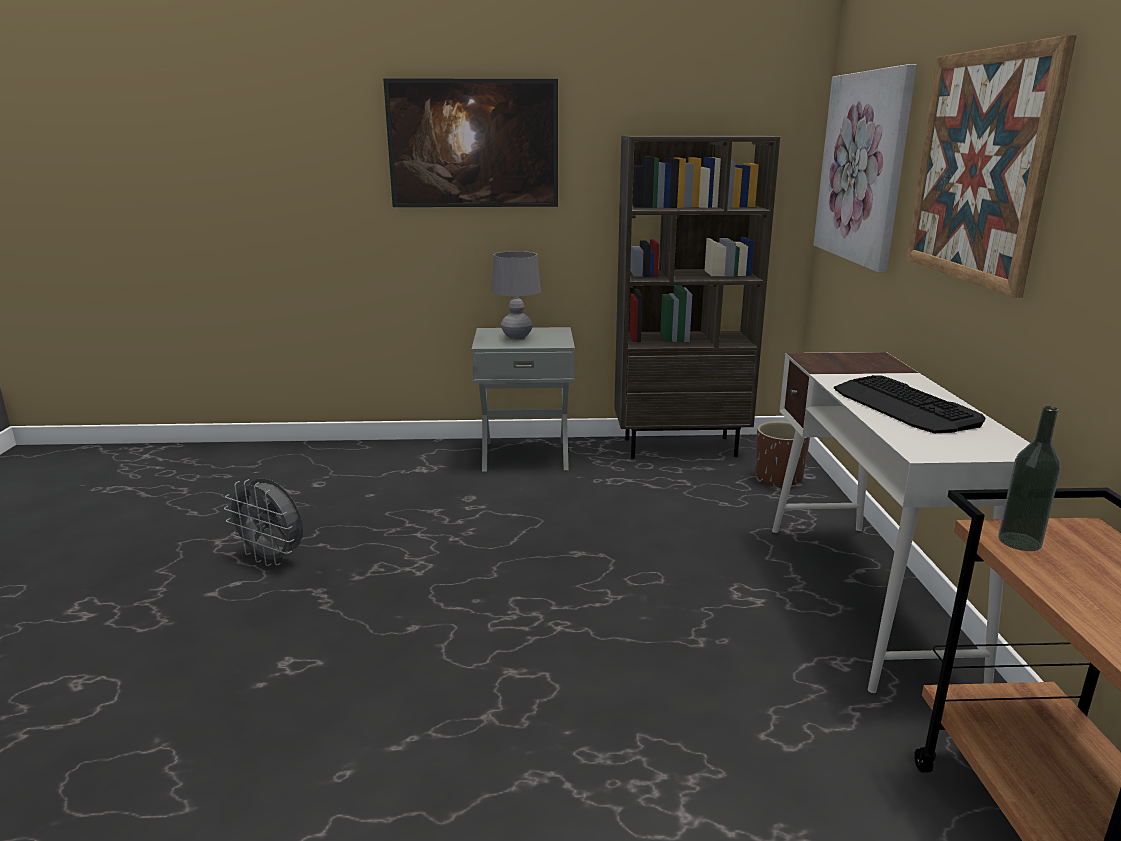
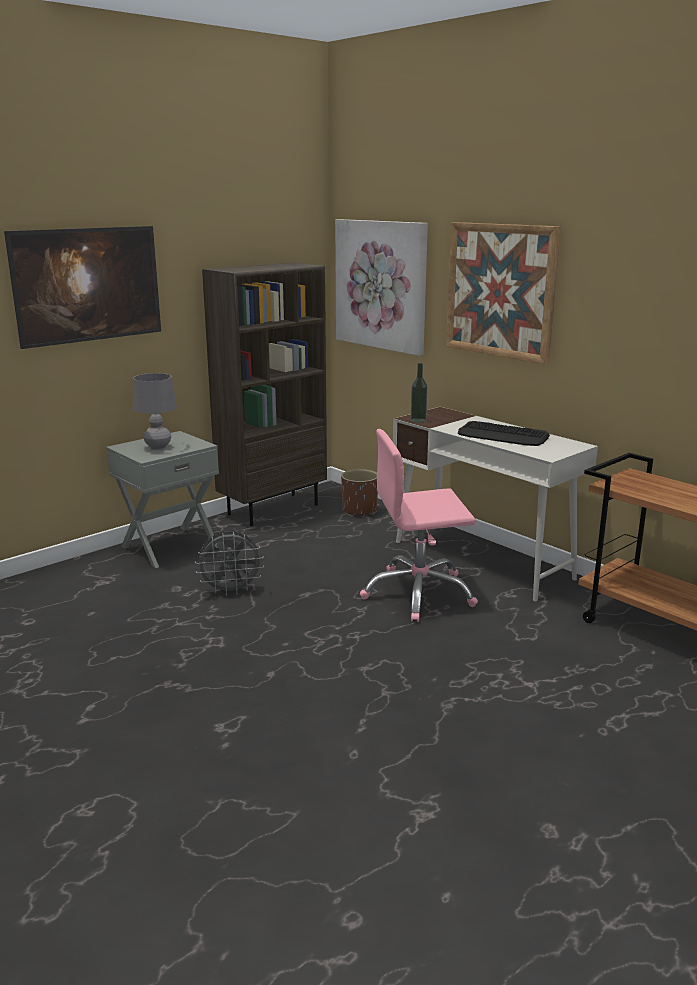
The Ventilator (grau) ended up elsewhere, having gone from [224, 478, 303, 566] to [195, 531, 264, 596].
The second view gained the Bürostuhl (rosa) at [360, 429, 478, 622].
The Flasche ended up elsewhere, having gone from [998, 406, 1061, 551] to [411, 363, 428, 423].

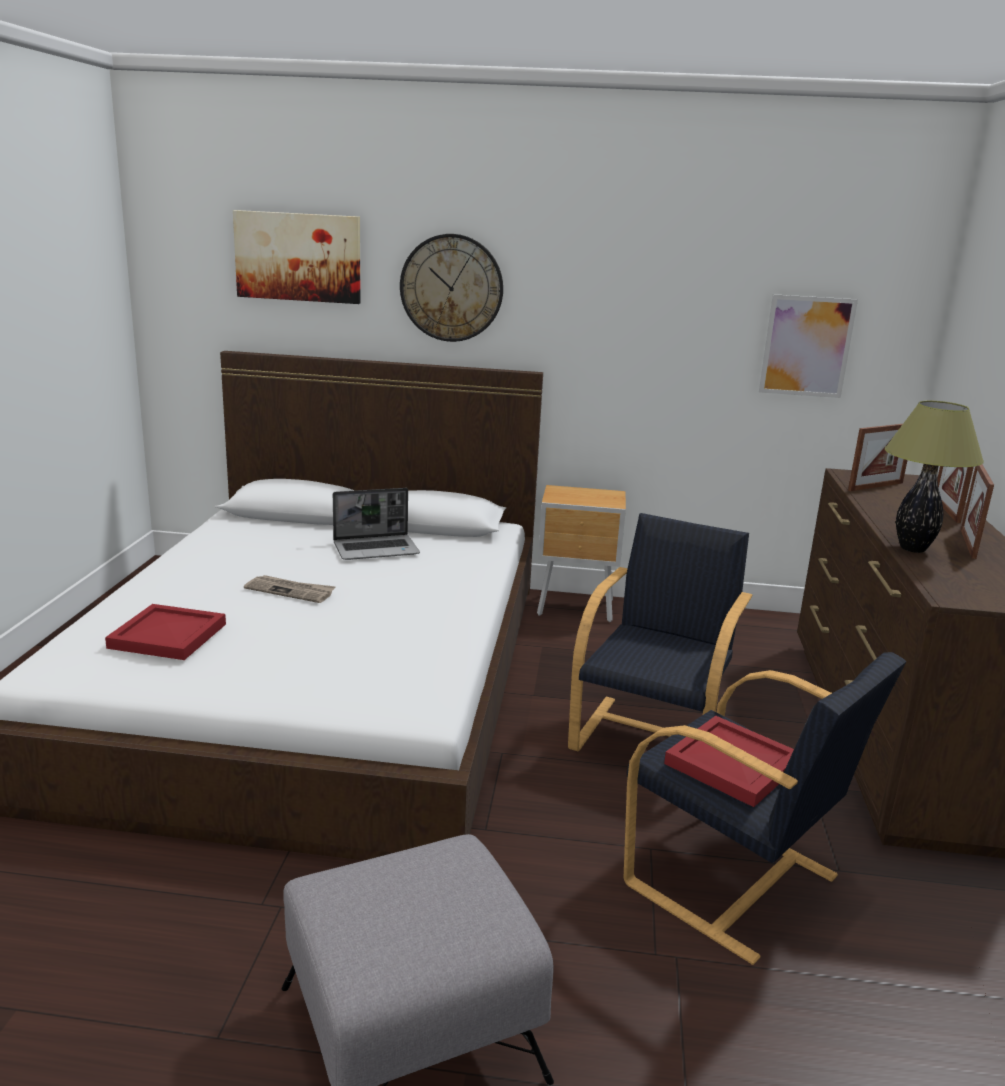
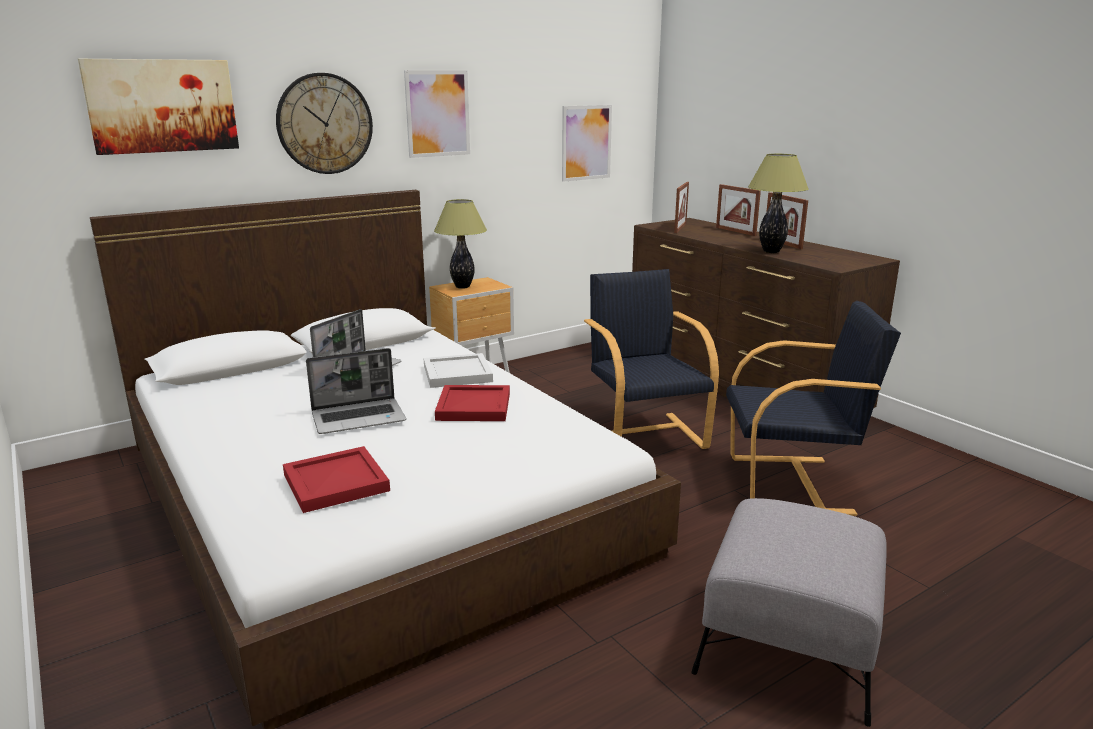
Where the Zeitung stood at [244, 575, 335, 603], the Laptop came to stand at [306, 348, 406, 434].
The second view gained the Bild at [404, 70, 470, 158].
The second view gained the Tablett (weiß) at [424, 353, 493, 388].
The second view gained the Tischlampe at [434, 199, 487, 289].
The Tablett (rot) ended up elsewhere, having gone from [664, 716, 794, 807] to [435, 385, 510, 421].

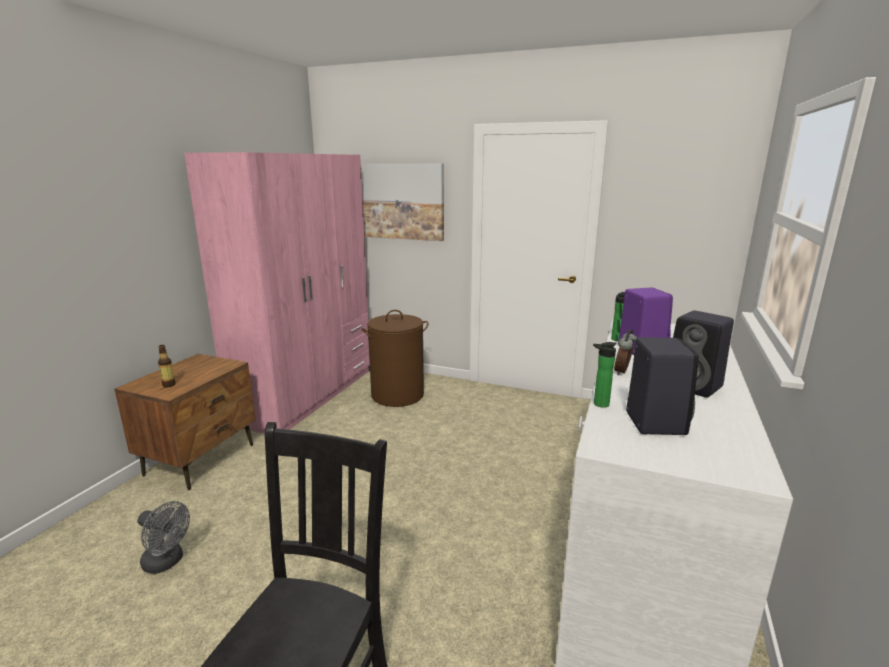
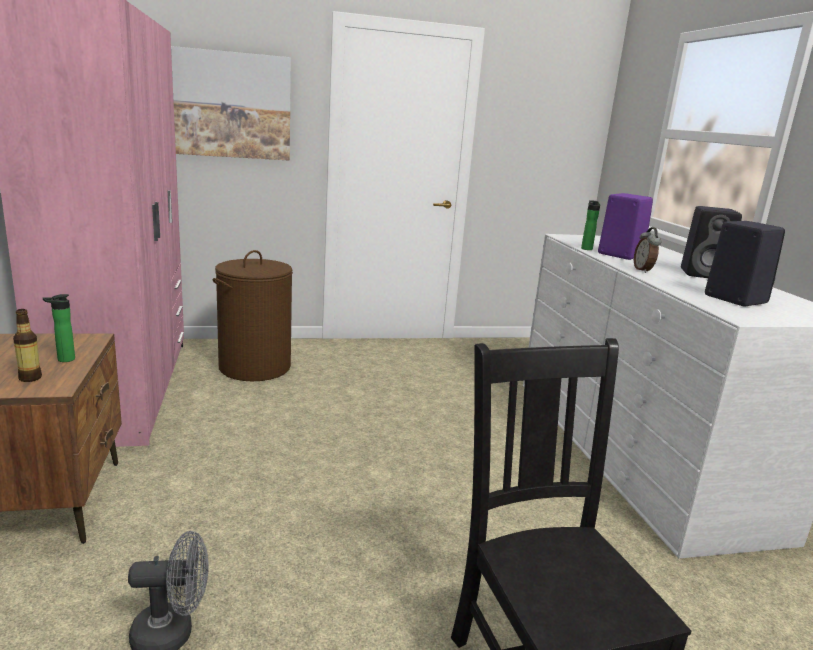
The Flasche ended up elsewhere, having gone from [593, 342, 616, 408] to [43, 294, 75, 362].

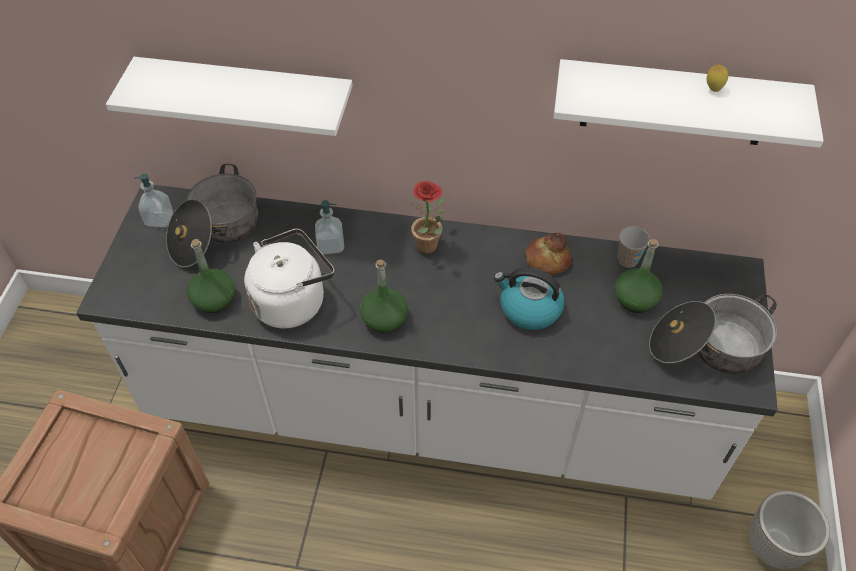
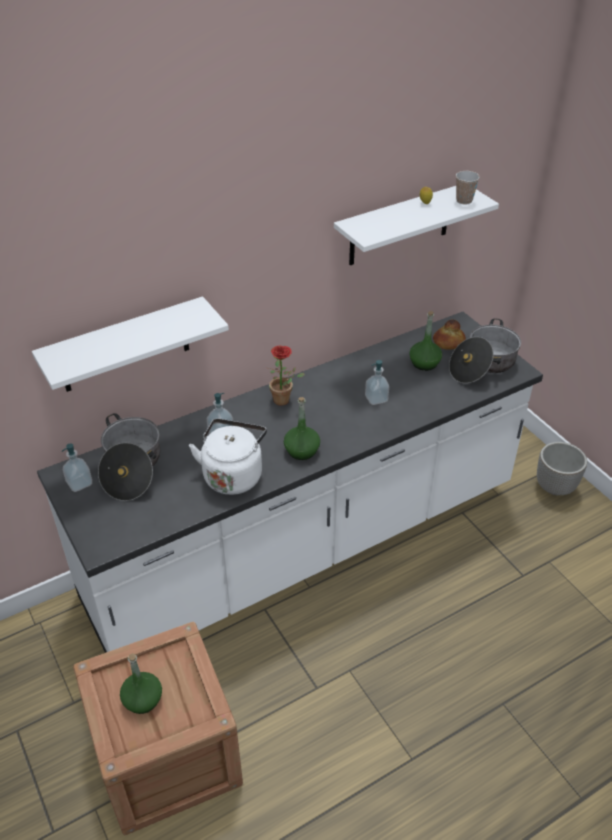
The Flasche (grün) ended up elsewhere, having gone from [187, 239, 235, 313] to [120, 653, 162, 714].
Where the Wasserkessel stood at [494, 267, 565, 330], the Seifenspender came to stand at [365, 360, 389, 405].
The Brot ended up elsewhere, having gone from [526, 233, 571, 275] to [433, 319, 466, 350].
The Tasse ended up elsewhere, having gone from [618, 226, 650, 268] to [456, 171, 480, 205].

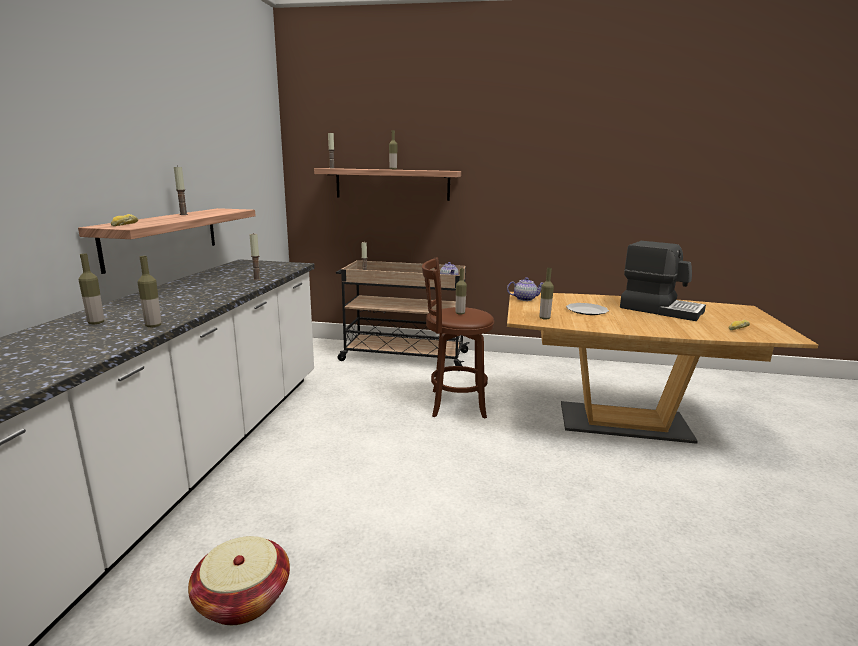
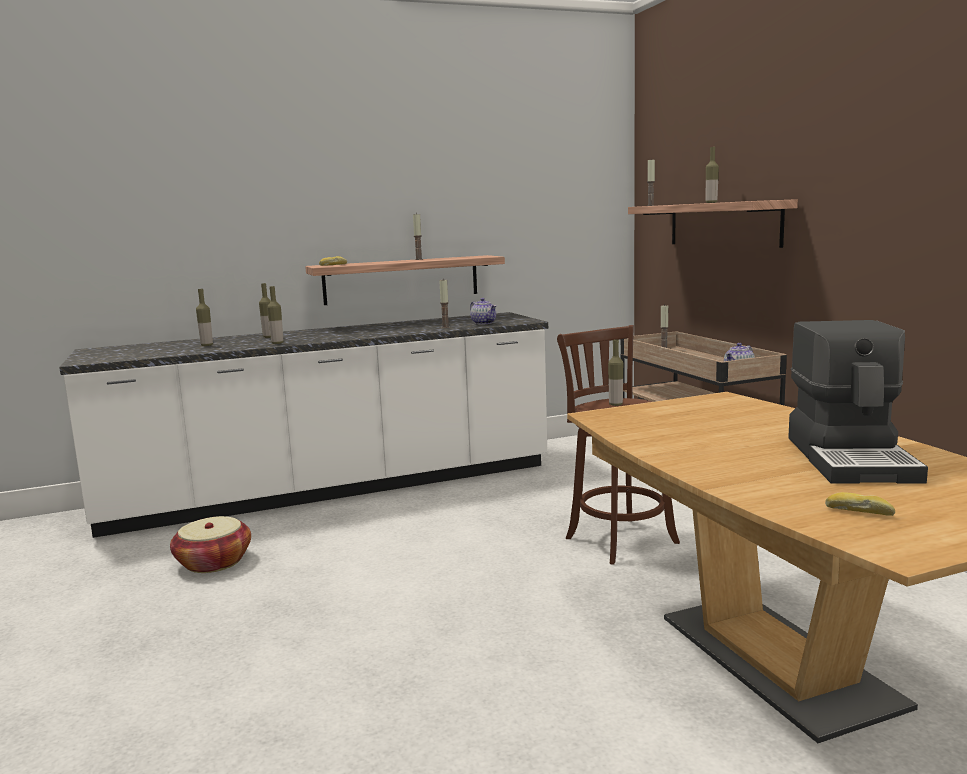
The Flasche ended up elsewhere, having gone from [540, 268, 554, 320] to [196, 289, 213, 346].
The Teekanne ended up elsewhere, having gone from [507, 277, 543, 301] to [470, 298, 496, 325].
The second view lost the Teller at [566, 303, 609, 315].

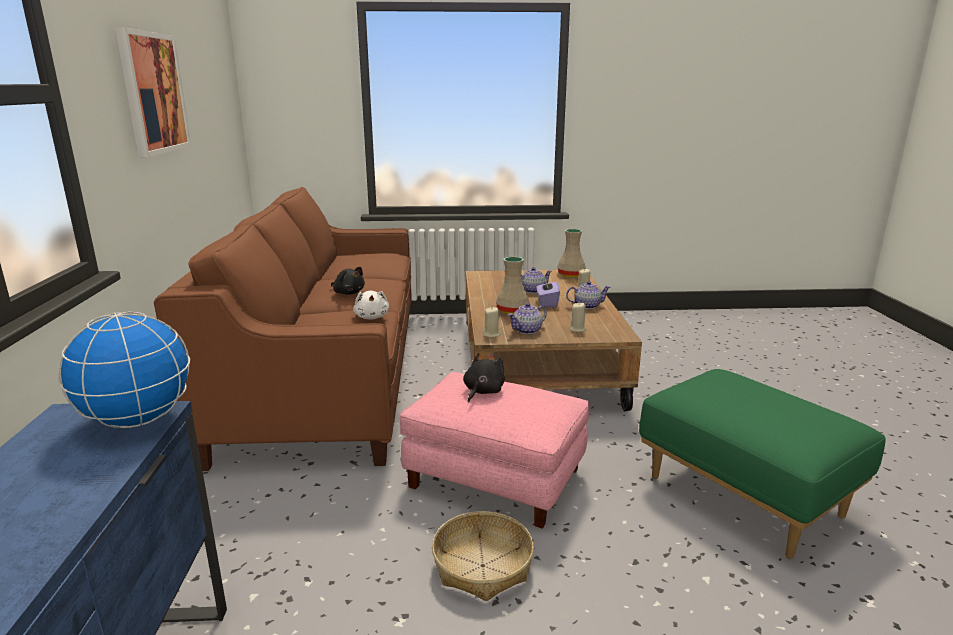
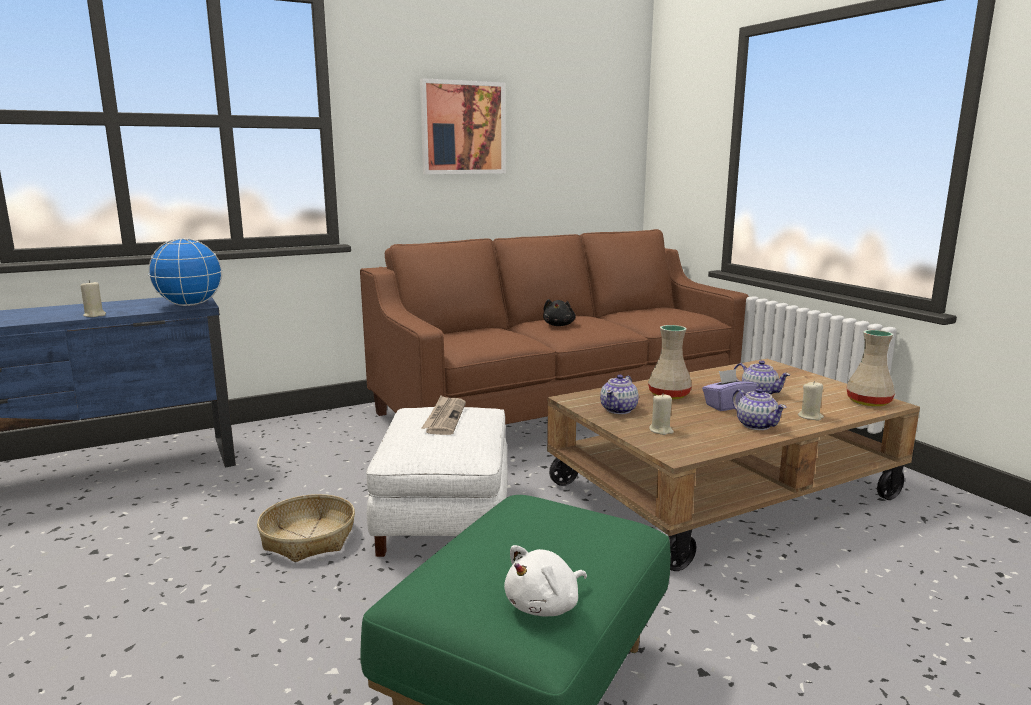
The Kerze (beige) ended up elsewhere, having gone from [483, 307, 501, 337] to [81, 280, 106, 317].
What was the Polsterhocker (rosa) at [400, 372, 589, 528] turned into the Polsterhocker (weiß) at [366, 407, 508, 557].
Where the Plüschtier (schwarz) stood at [463, 353, 505, 403], the Zeitung came to stand at [422, 396, 466, 435].
The Plüschtier (weiß) ended up elsewhere, having gone from [353, 291, 389, 319] to [504, 545, 587, 616].
The Teekanne at [508, 303, 547, 334] ended up facing another way, 90 degrees counterclockwise from before.

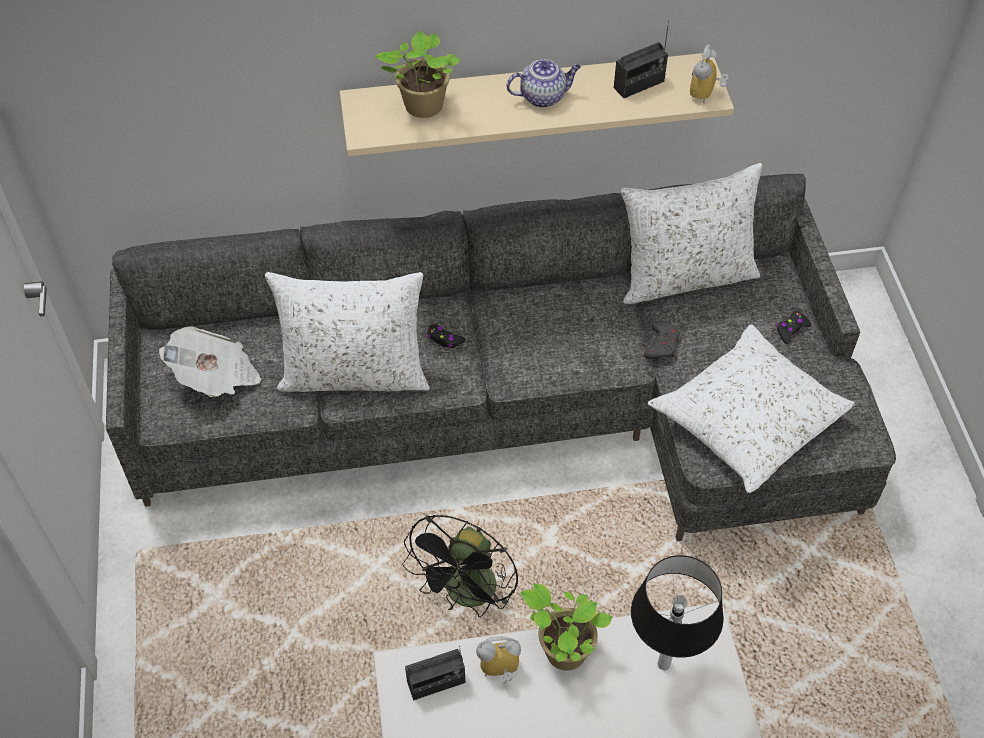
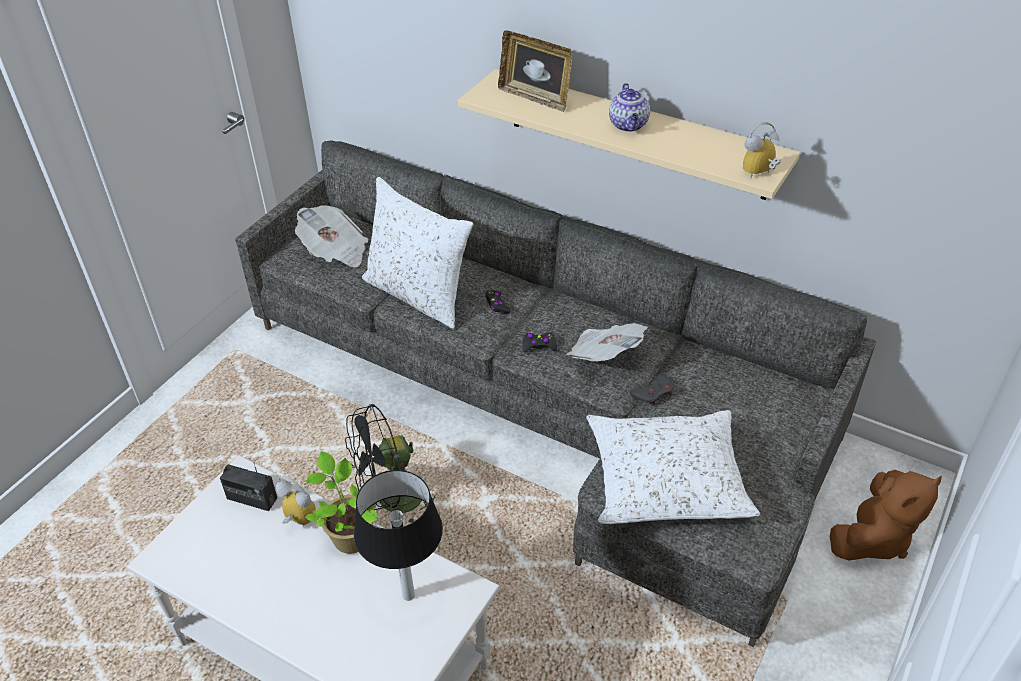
Where the Topfpflanze stood at [374, 31, 460, 118], the Bilderrahmen came to stand at [498, 31, 572, 112].
The Gamepad (schwarz) ended up elsewhere, having gone from [776, 311, 811, 344] to [522, 332, 557, 352].
The second view gained the Zeitung at [566, 323, 648, 361].
The Teekanne at [506, 59, 581, 108] ended up facing another way, 60 degrees clockwise from before.
The second view gained the Plüschtier (braun) at [830, 470, 942, 561].
The second view lost the Radio at [614, 21, 669, 98].
The second view lost the Kissen (weiß) at [620, 163, 763, 304].

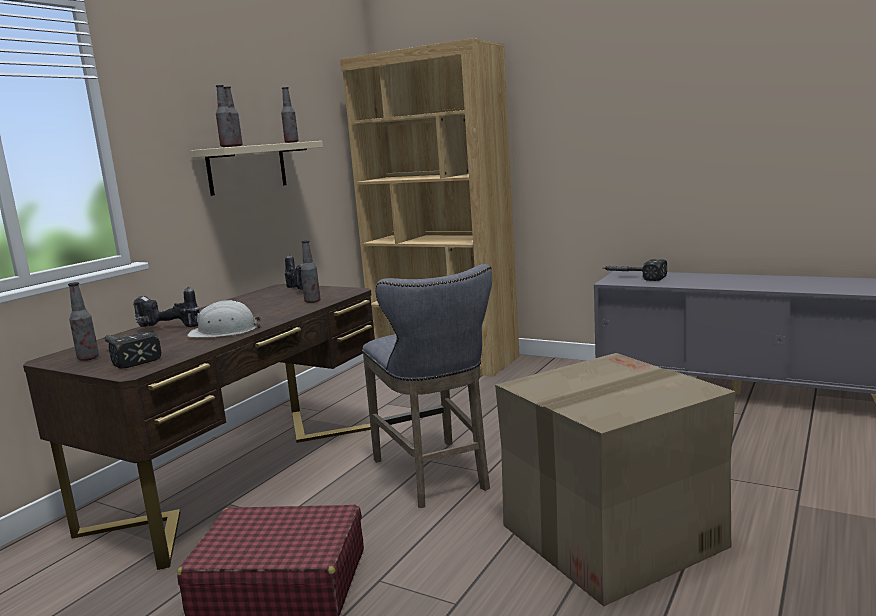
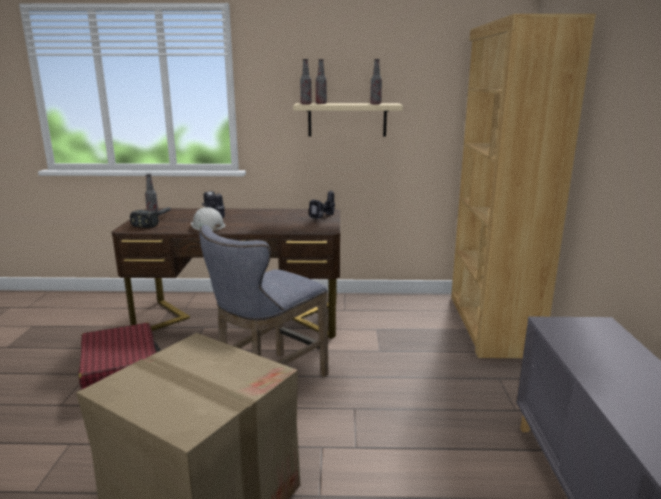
The second view lost the Flasche at [301, 240, 321, 303].
The second view lost the Hammer at [603, 259, 667, 281].

